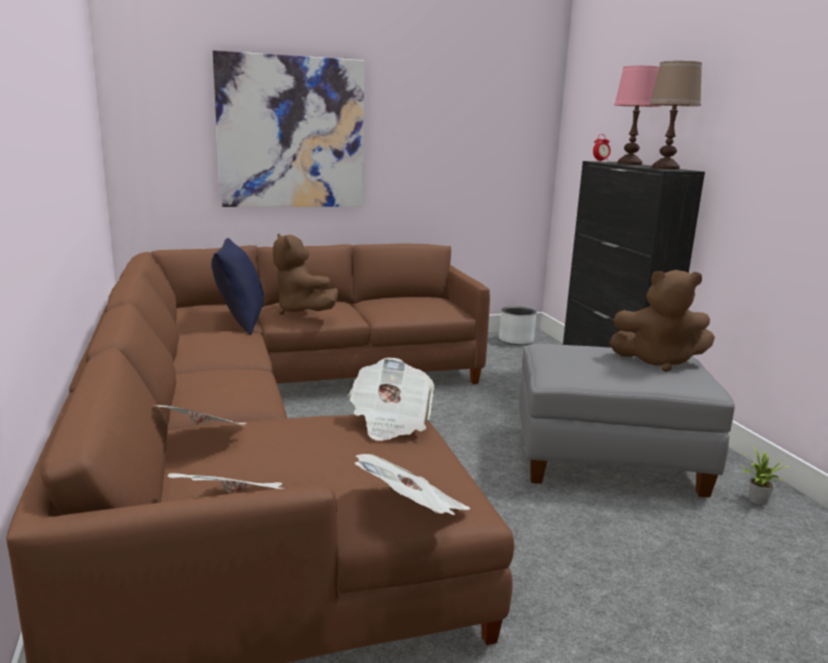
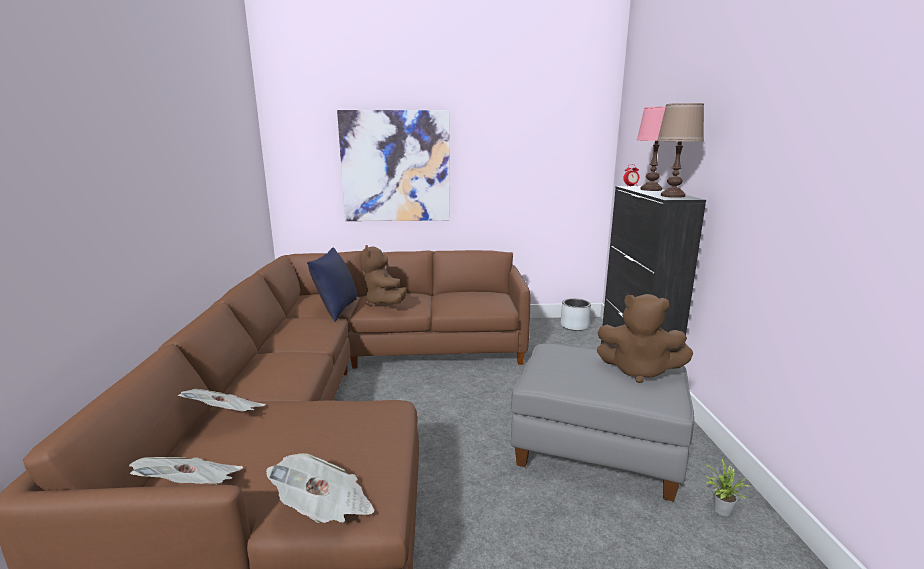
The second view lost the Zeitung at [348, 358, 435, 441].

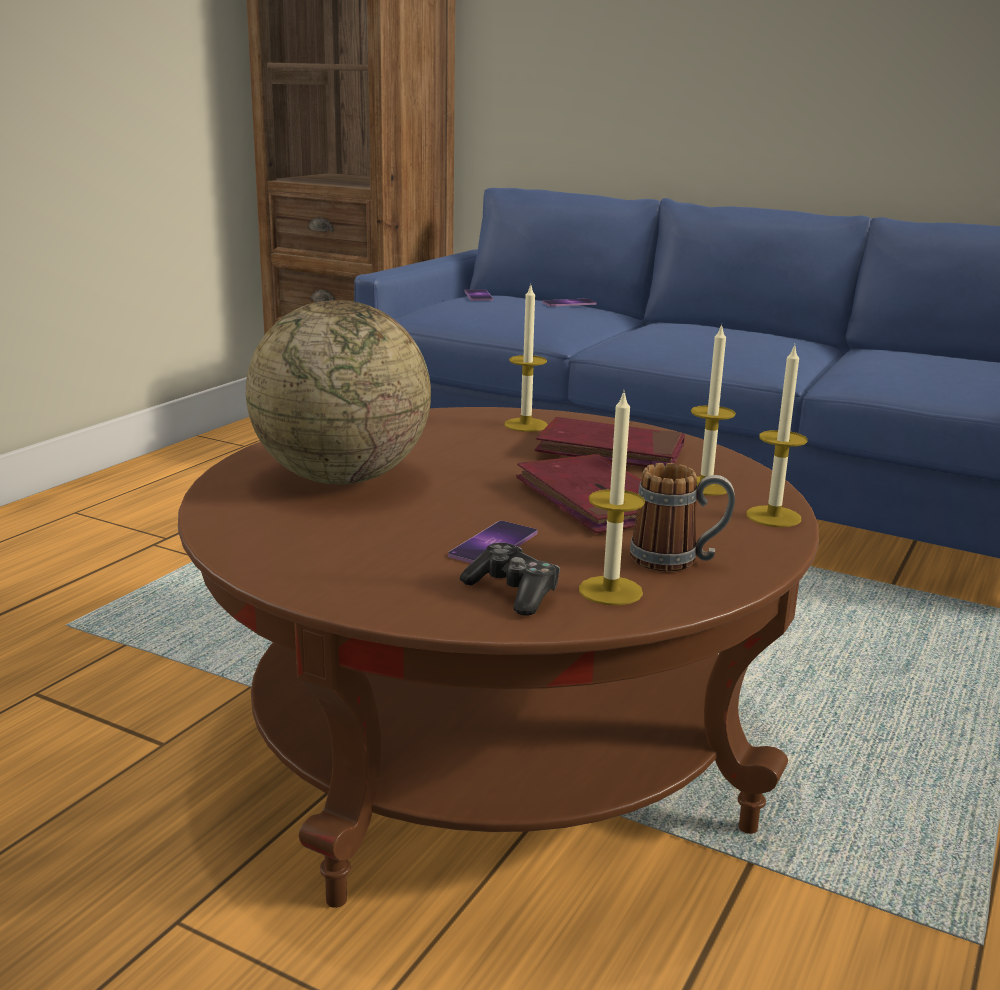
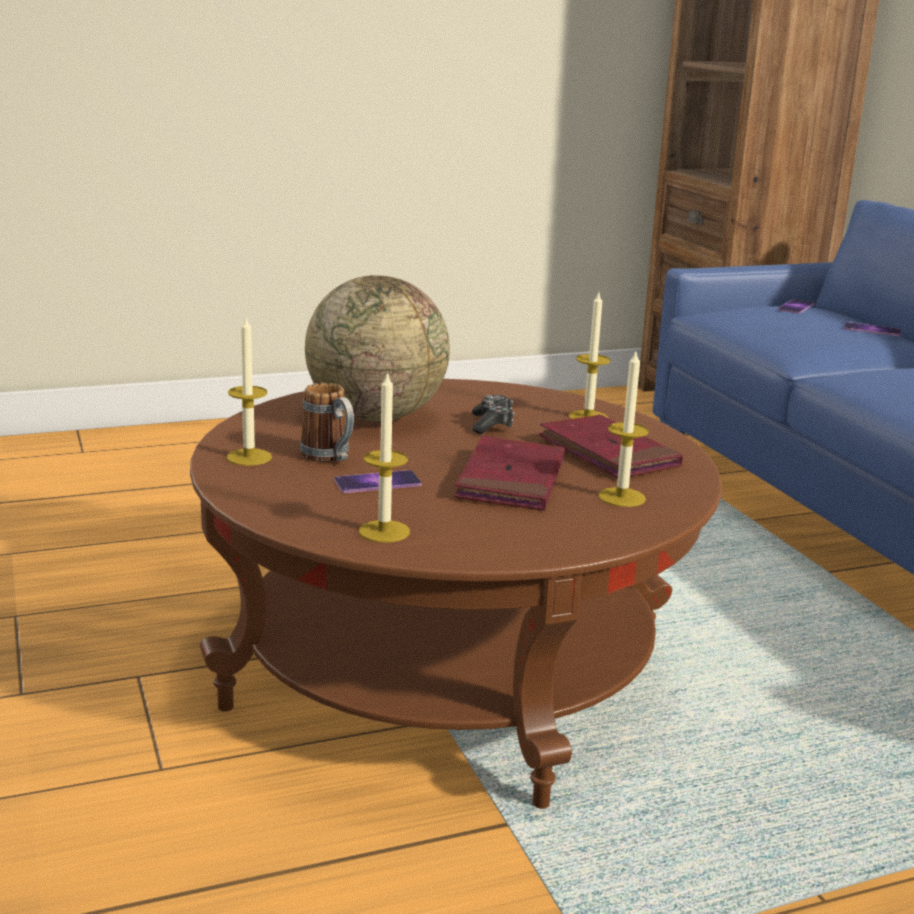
The Kerze ended up elsewhere, having gone from [746, 344, 808, 527] to [227, 317, 272, 466].
The Henkelbecher ended up elsewhere, having gone from [630, 463, 735, 572] to [300, 383, 354, 462].
The Gamepad ended up elsewhere, having gone from [460, 543, 560, 616] to [472, 395, 514, 434].

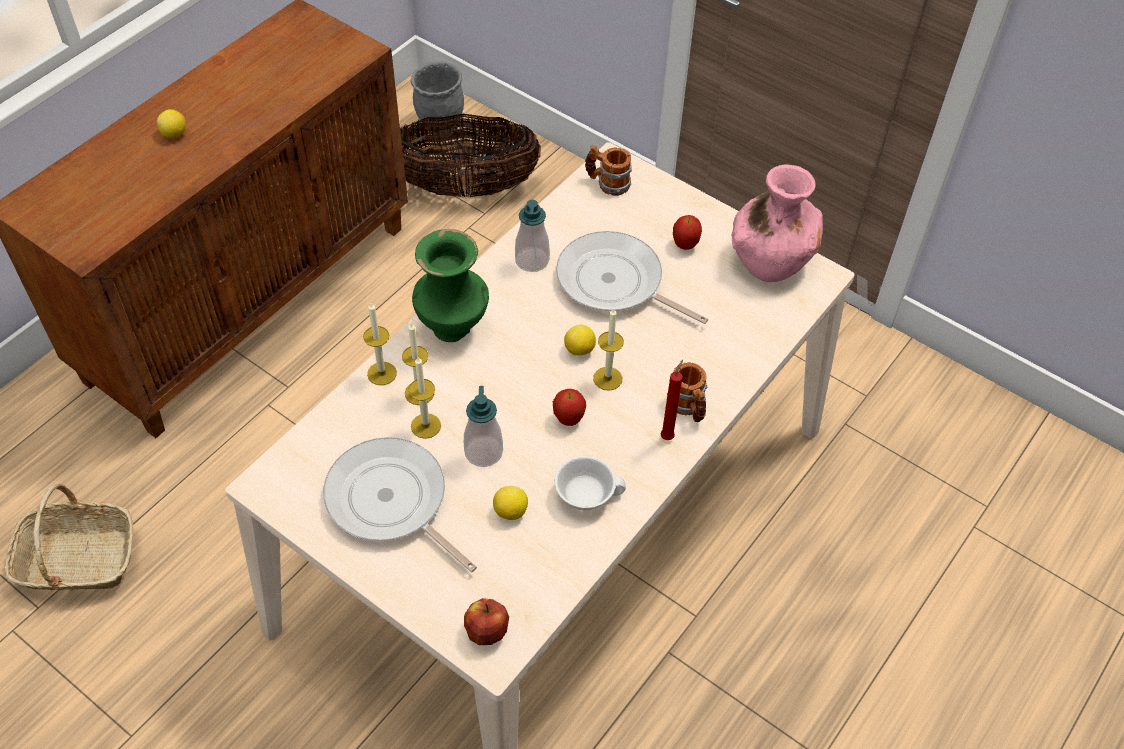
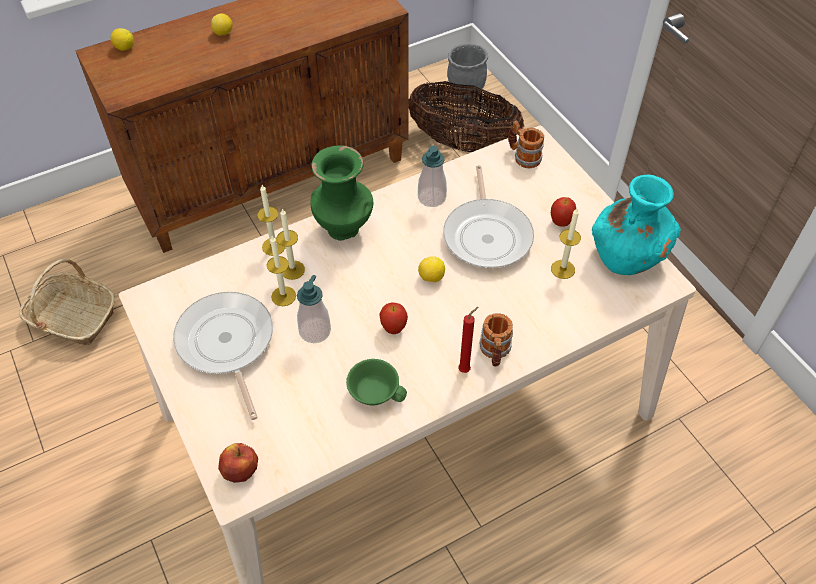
The Zitrone ended up elsewhere, having gone from [493, 486, 528, 520] to [110, 28, 134, 51].
What was the Tasse (weiß) at [555, 456, 626, 511] turned into the Tasse (grün) at [346, 359, 407, 406].
The Pfanne at [556, 231, 708, 324] ended up facing another way, 150 degrees counterclockwise from before.
The Kerze ended up elsewhere, having gone from [593, 308, 624, 391] to [551, 208, 581, 279].
What was the Vase (rosa) at [732, 165, 823, 282] turned into the Vase (türkis) at [592, 175, 681, 275].

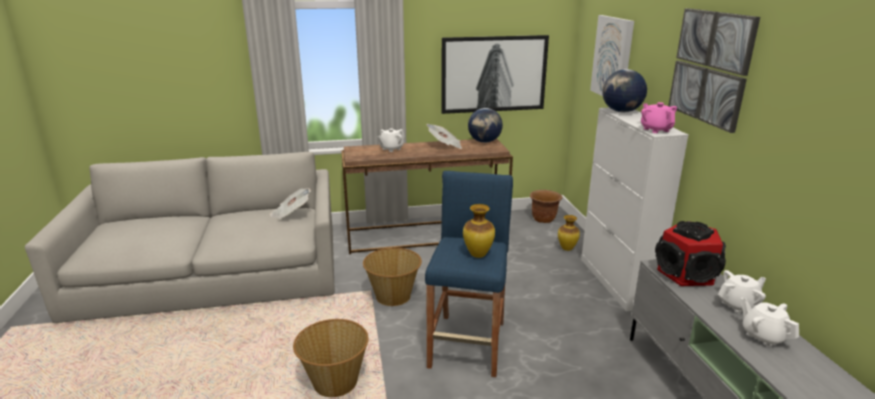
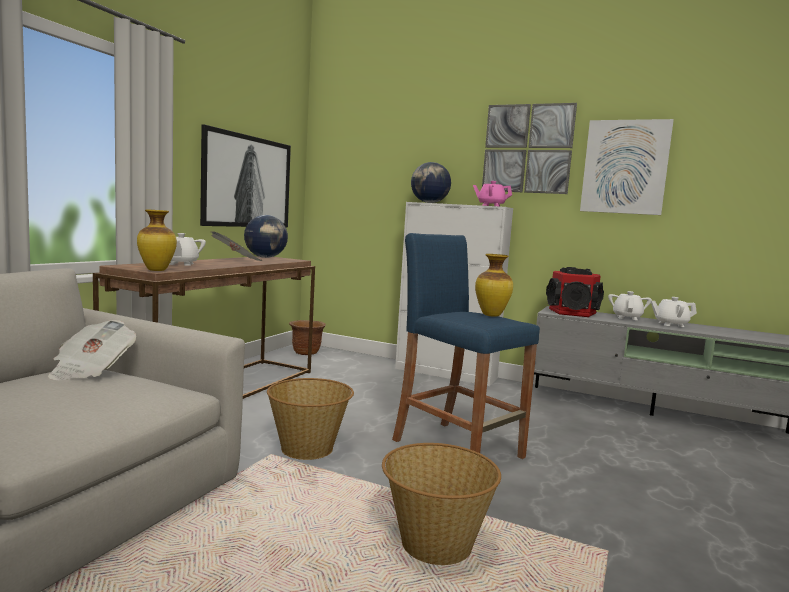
The Vase ended up elsewhere, having gone from [558, 215, 580, 251] to [137, 209, 177, 271].
The Bild ended up elsewhere, having gone from [590, 15, 634, 96] to [580, 119, 674, 215].

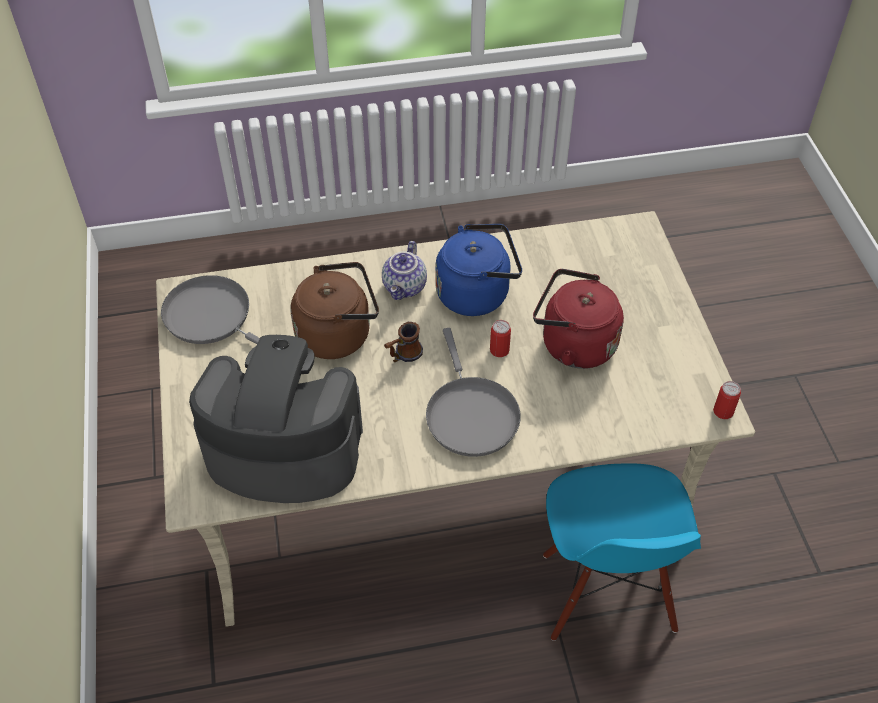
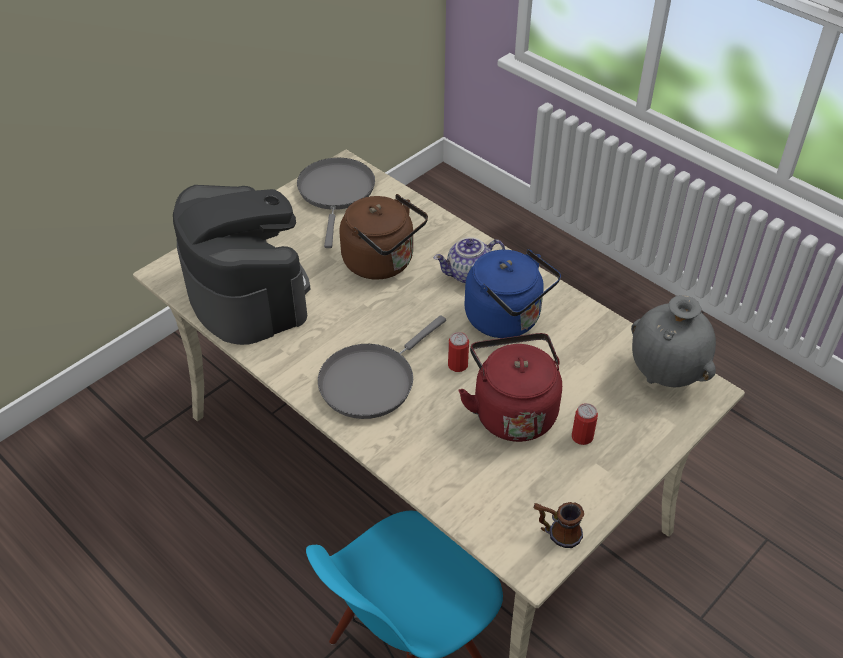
The Henkelbecher ended up elsewhere, having gone from [384, 322, 423, 362] to [533, 502, 584, 548].
The Dose ended up elsewhere, having gone from [713, 381, 741, 419] to [572, 403, 598, 445].
The second view gained the Vase (grau) at [631, 295, 716, 387].

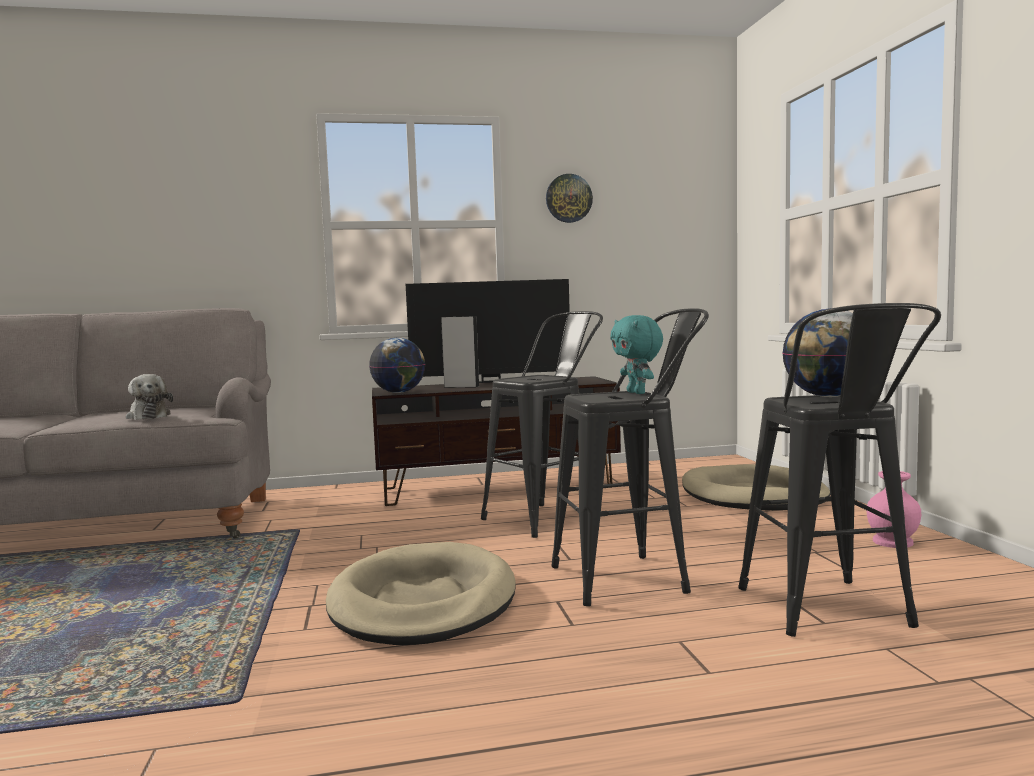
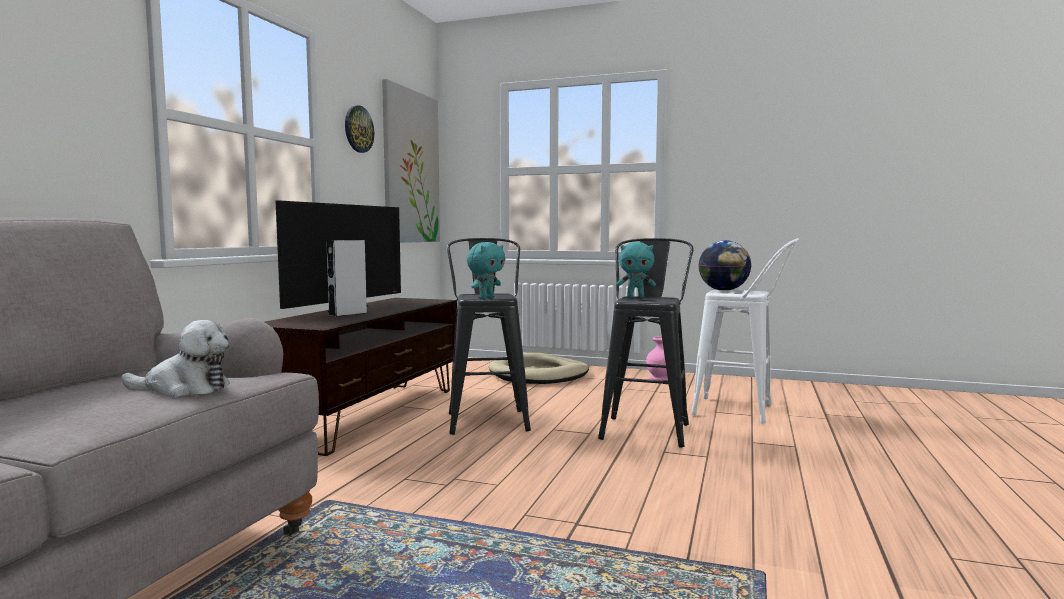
The second view gained the Bild at [382, 79, 440, 243].
The second view gained the Plüschtier (türkis) at [467, 242, 505, 299].
What was the Hocker (schwarz) at [738, 303, 941, 637] turned into the Hocker (weiß) at [691, 238, 799, 423].
The second view lost the Hundebett (beige) at [326, 542, 516, 645].
The second view lost the Globus at [369, 338, 425, 393].

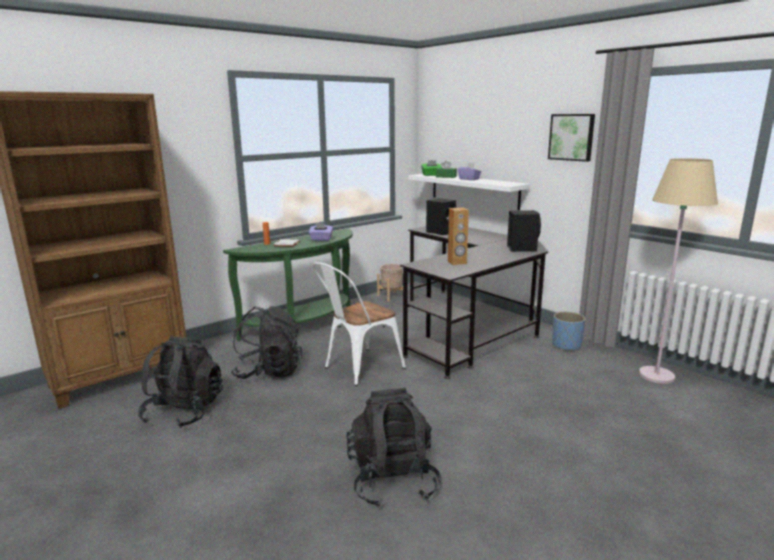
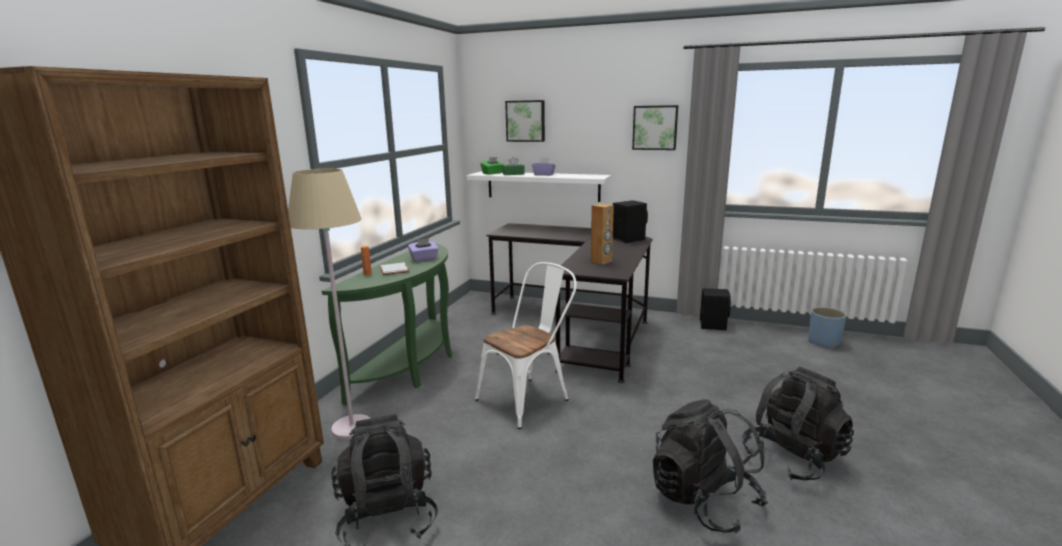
The Stehlampe (beige) ended up elsewhere, having gone from [639, 158, 718, 384] to [288, 169, 370, 440].
The Stuhl (weiß) at [313, 262, 406, 386] ended up facing another way, 150 degrees counterclockwise from before.
The second view gained the Bild at [505, 100, 545, 142].
The Lautsprecher (schwarz) ended up elsewhere, having gone from [426, 198, 457, 235] to [700, 288, 731, 331].
The Rucksack (schwarz) ended up elsewhere, having gone from [230, 306, 302, 379] to [742, 366, 854, 481].
The Pflanzkübel (blau) ended up elsewhere, having gone from [552, 312, 585, 351] to [808, 307, 847, 348].
The second view lost the Pflanzkübel (beige) at [377, 264, 403, 302].

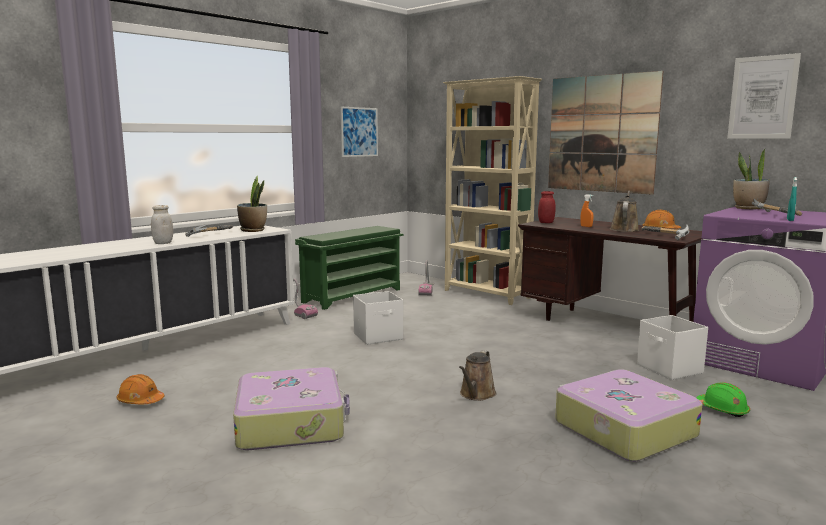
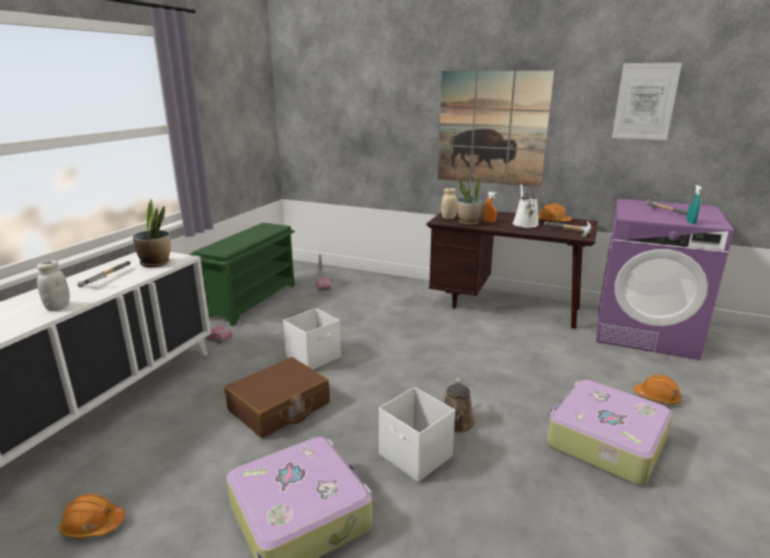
The second view gained the Koffer (braun) at [224, 357, 330, 438].
The Aufbewahrungsbox (weiß) ended up elsewhere, having gone from [637, 315, 708, 380] to [379, 387, 455, 482].
What was the Vorratsglas (rot) at [538, 191, 556, 223] turned into the Vorratsglas (beige) at [441, 188, 457, 219].
The Topfpflanze ended up elsewhere, having gone from [733, 149, 770, 209] to [457, 176, 484, 225].
What was the Gießkanne (braun) at [610, 191, 639, 232] turned into the Gießkanne (weiß) at [513, 184, 539, 228].
What was the Schutzhelm (grün) at [696, 382, 750, 417] turned into the Schutzhelm (orange) at [634, 375, 682, 404].
The second view lost the Bild at [341, 107, 378, 157].
The second view lost the Bücherregal (beige) at [443, 76, 542, 305].

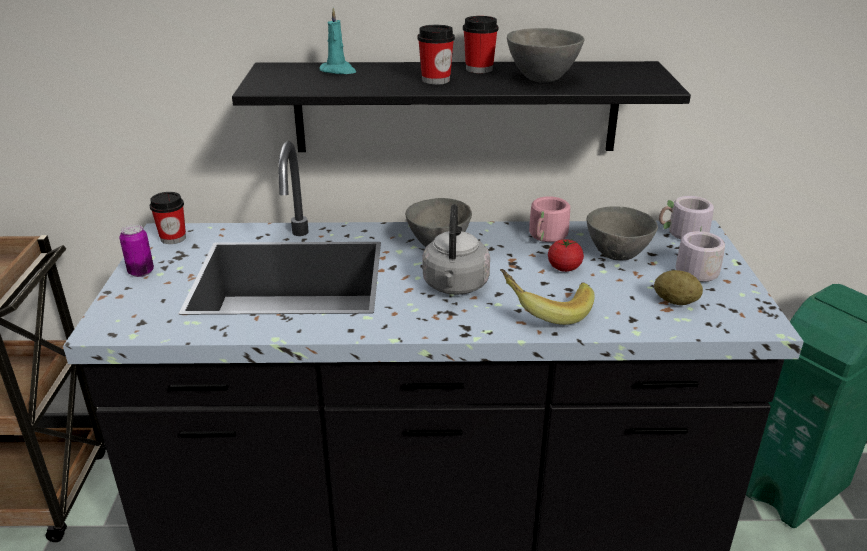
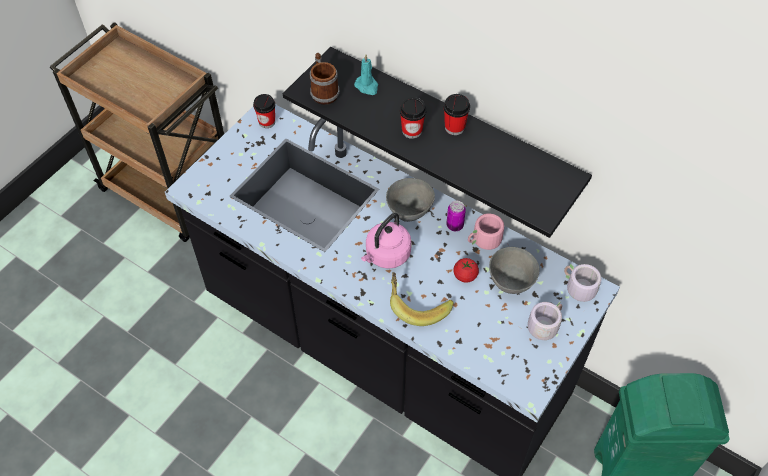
The second view gained the Henkelbecher at [310, 53, 340, 105].
What was the Wasserkessel (grau) at [423, 204, 490, 295] turned into the Wasserkessel (rosa) at [361, 213, 412, 269].
The Dose ended up elsewhere, having gone from [119, 224, 154, 277] to [446, 201, 466, 231].
The second view lost the Schüssel (grau) at [507, 28, 585, 83].
The second view lost the Kartoffel at [654, 270, 703, 305].

